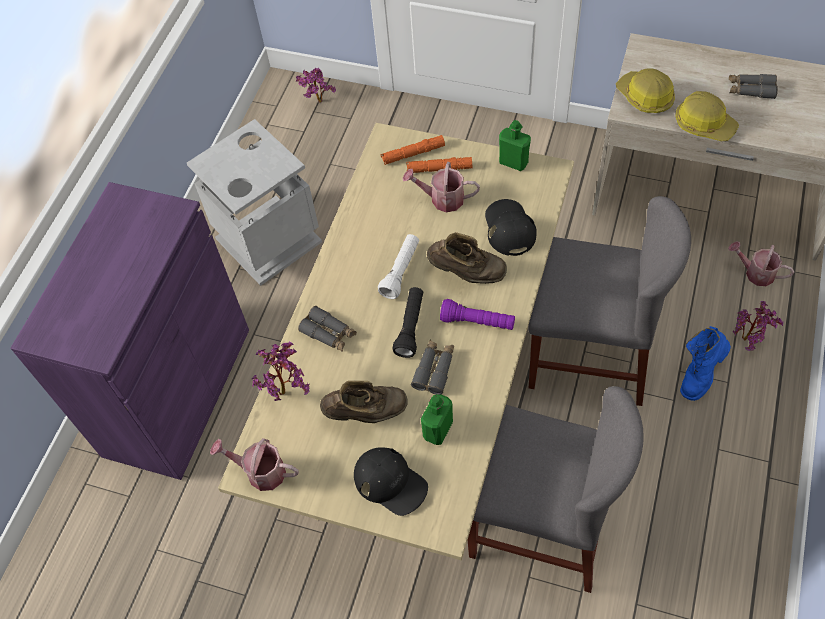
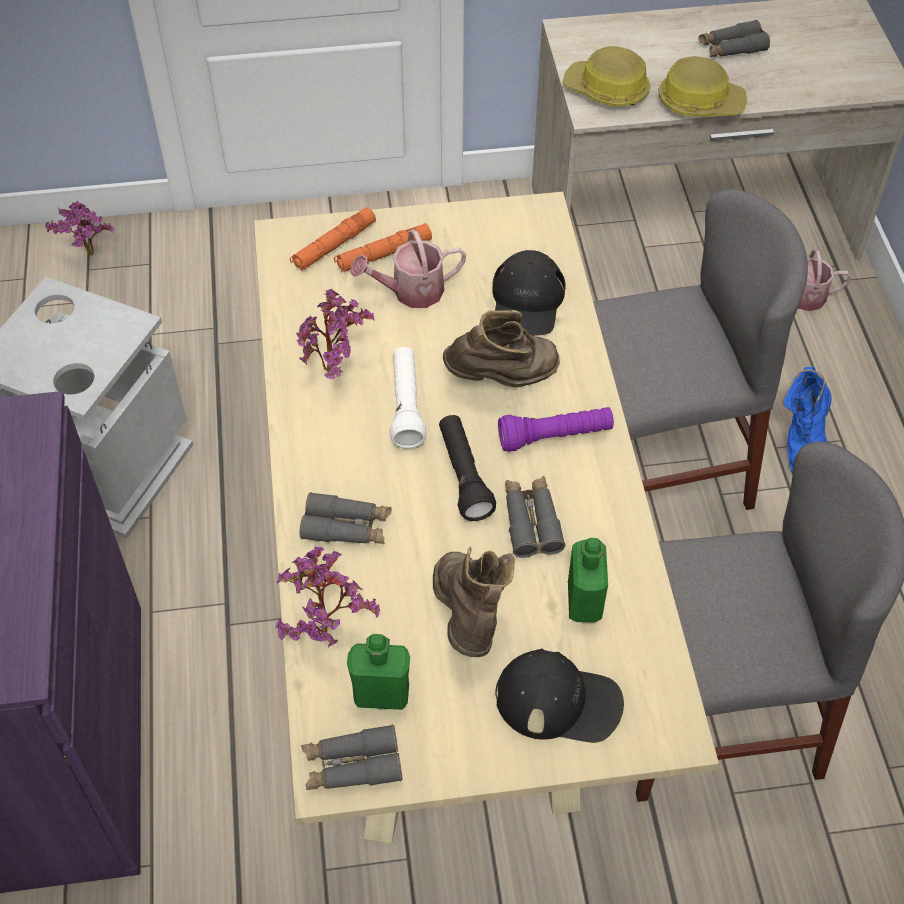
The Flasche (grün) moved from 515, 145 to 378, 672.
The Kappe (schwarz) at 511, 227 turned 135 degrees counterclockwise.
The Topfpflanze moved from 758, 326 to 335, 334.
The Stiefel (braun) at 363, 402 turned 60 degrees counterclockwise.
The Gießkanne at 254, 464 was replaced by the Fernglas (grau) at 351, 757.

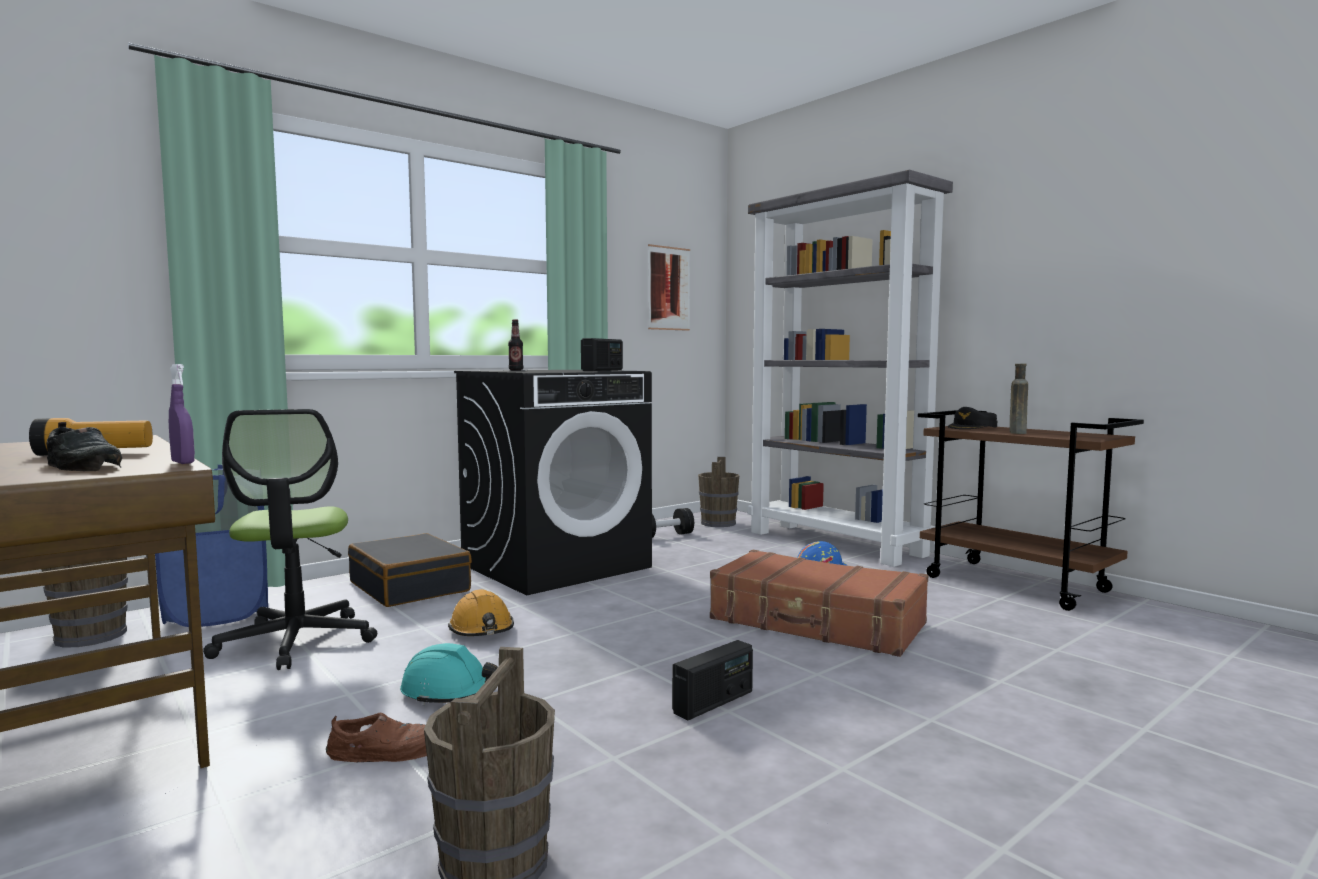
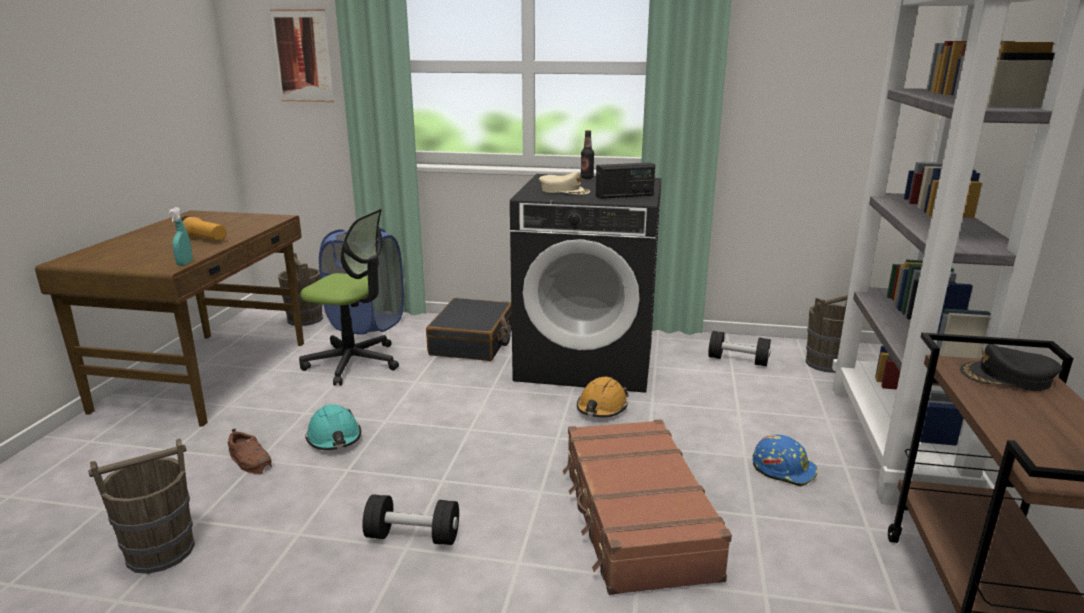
The Bild moved from 669, 287 to 302, 55.
The Sprühflasche (lila) at 182, 414 became the Sprühflasche (türkis) at 181, 236.
The Flasche (braun) at 1019, 399 disappeared.
The Bürostuhl at 290, 539 turned 105 degrees counterclockwise.
The Schuh (schwarz) at 84, 446 disappeared.
The Schutzhelm (orange) moved from 481, 612 to 603, 397.
The Radio at 712, 680 was replaced by the Hantel (schwarz) at 410, 519.
The Kappe (beige) at 564, 183 appeared.

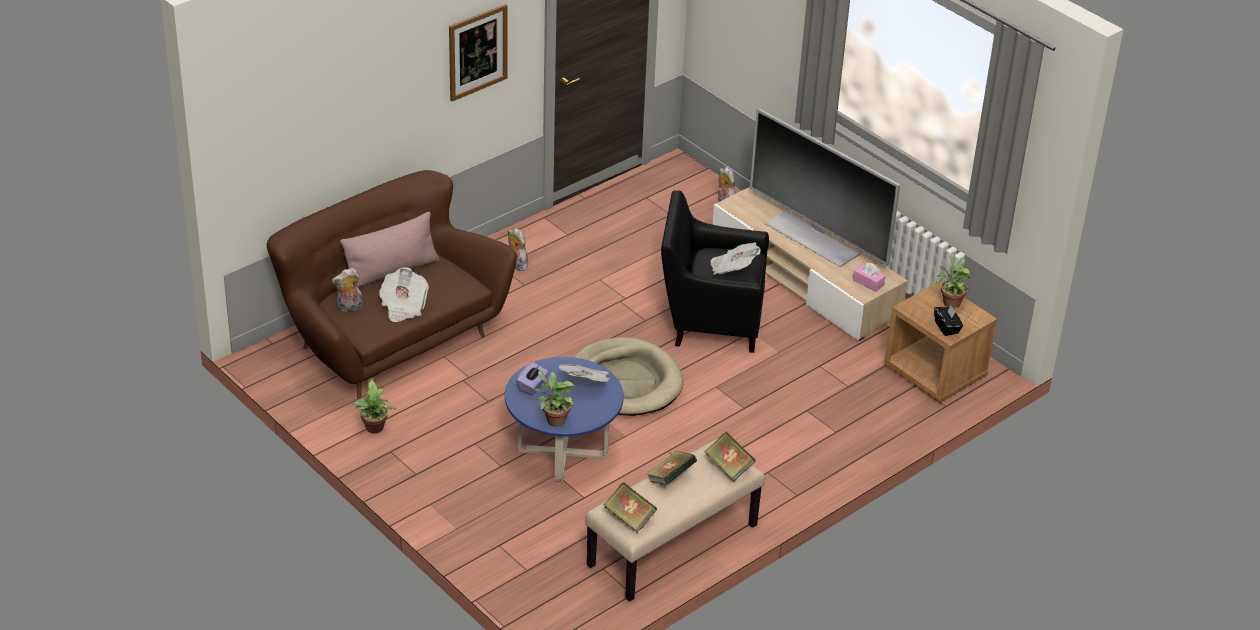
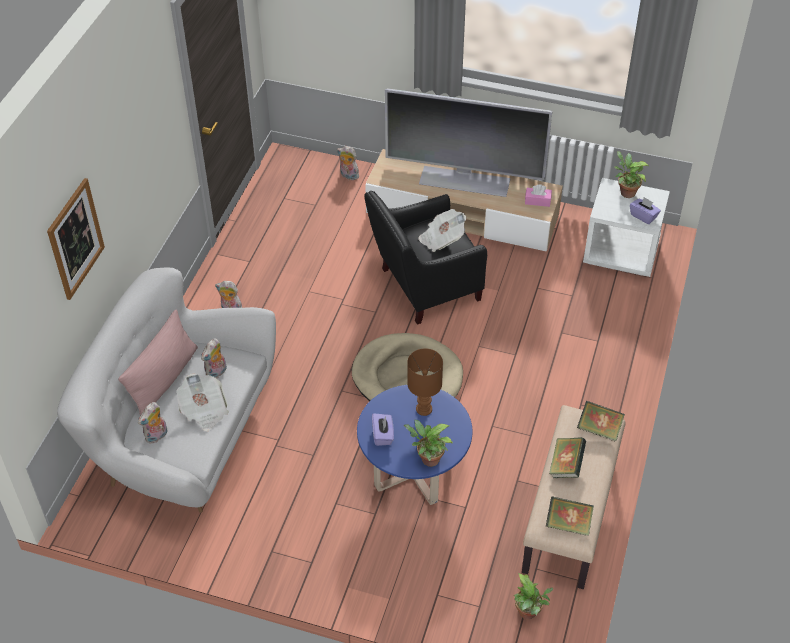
The Bild moved from 478, 53 to 76, 239.
The Sofa (braun) at 392, 284 became the Sofa (weiß) at 166, 390.
The Nachttisch (braun) at 940, 342 became the Nachttisch (weiß) at 626, 227.
The Taschentuchbox (schwarz) at 948, 320 became the Taschentuchbox (lila) at 645, 210.
The Zeitung at 584, 373 was replaced by the Tischlampe (braun) at 425, 382.
The Topfpflanze moved from 374, 406 to 533, 596.
The Plüschtier at 214, 358 appeared.

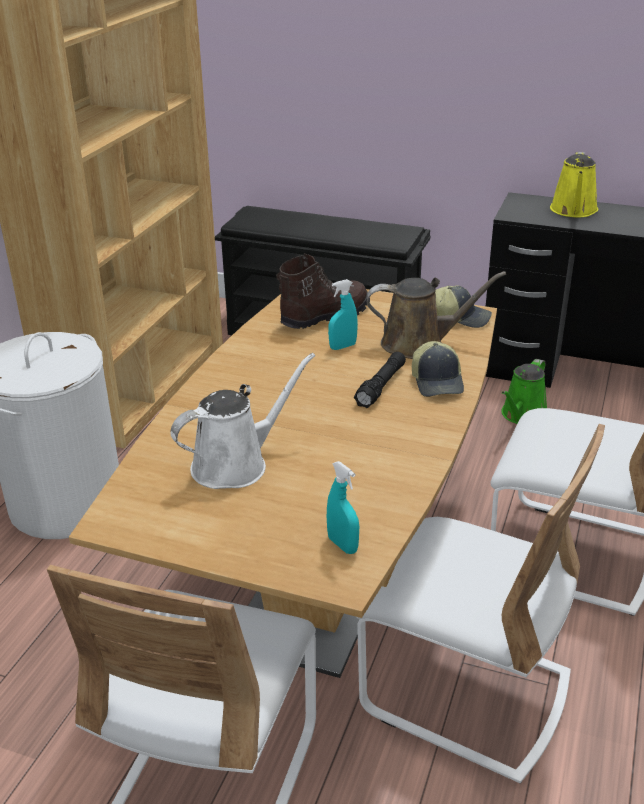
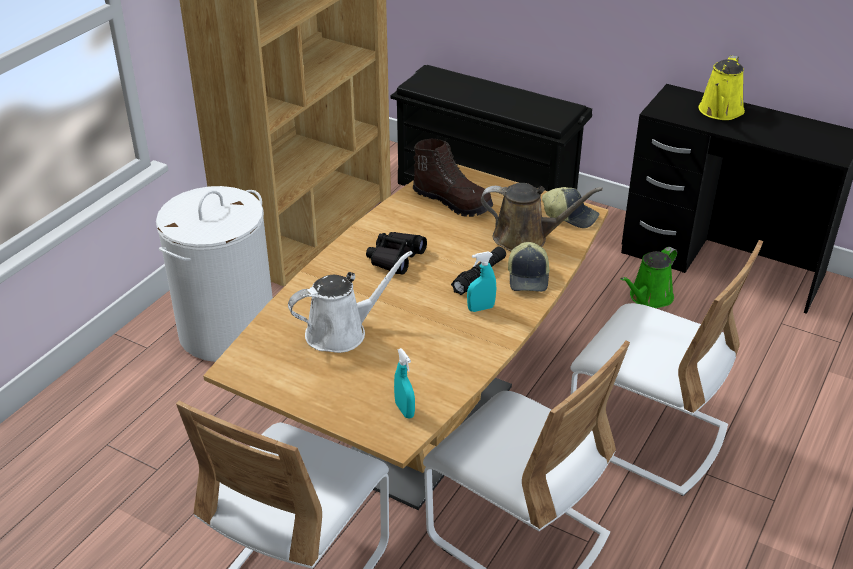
The Stiefel (braun) at 323, 291 turned 60 degrees clockwise.
The Sprühflasche (türkis) moved from 343, 314 to 481, 282.
The Fernglas (schwarz) at 396, 253 appeared.

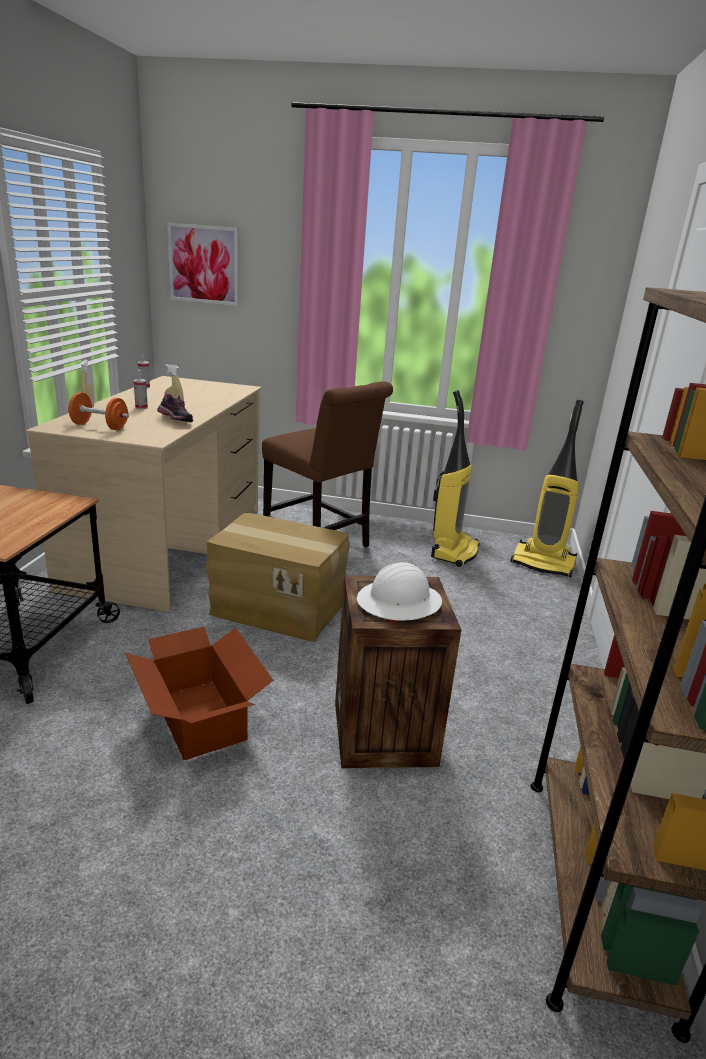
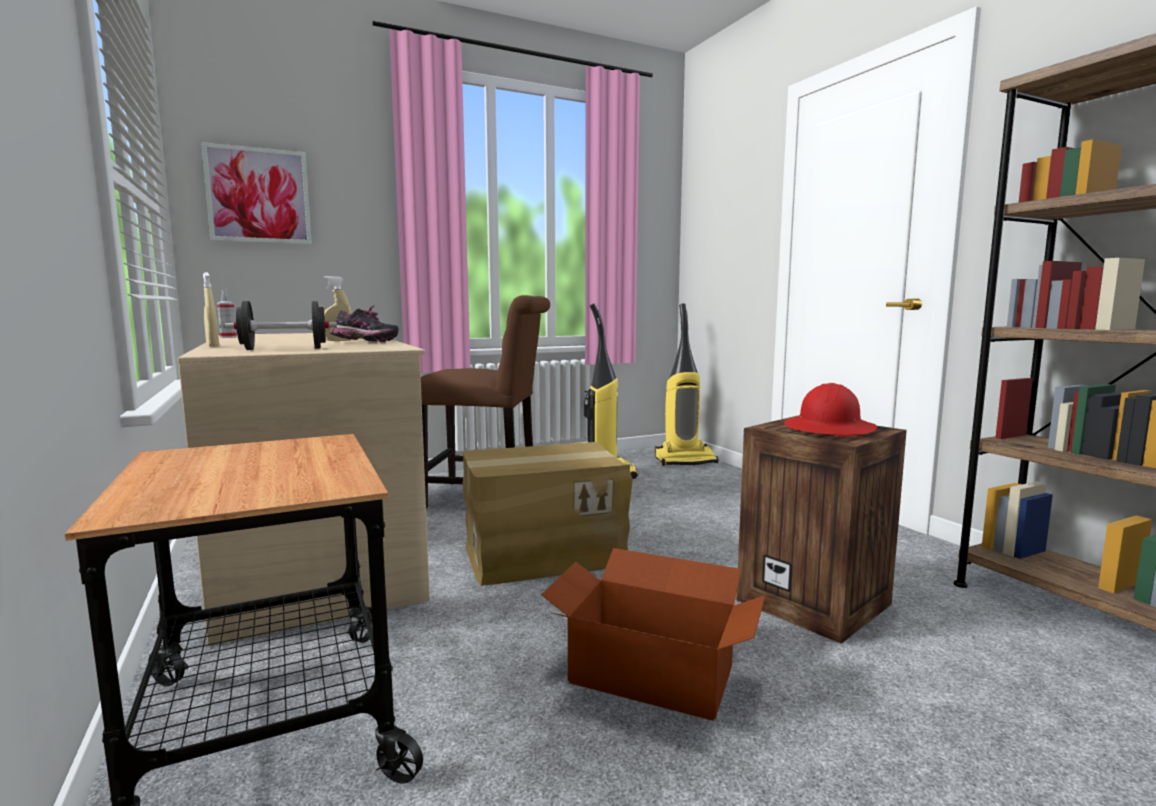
The Sprühflasche at 141, 389 disappeared.
The Hantel (orange) at 98, 411 became the Hantel (schwarz) at 281, 325.
The Schutzhelm (weiß) at 399, 591 became the Schutzhelm (rot) at 830, 409.

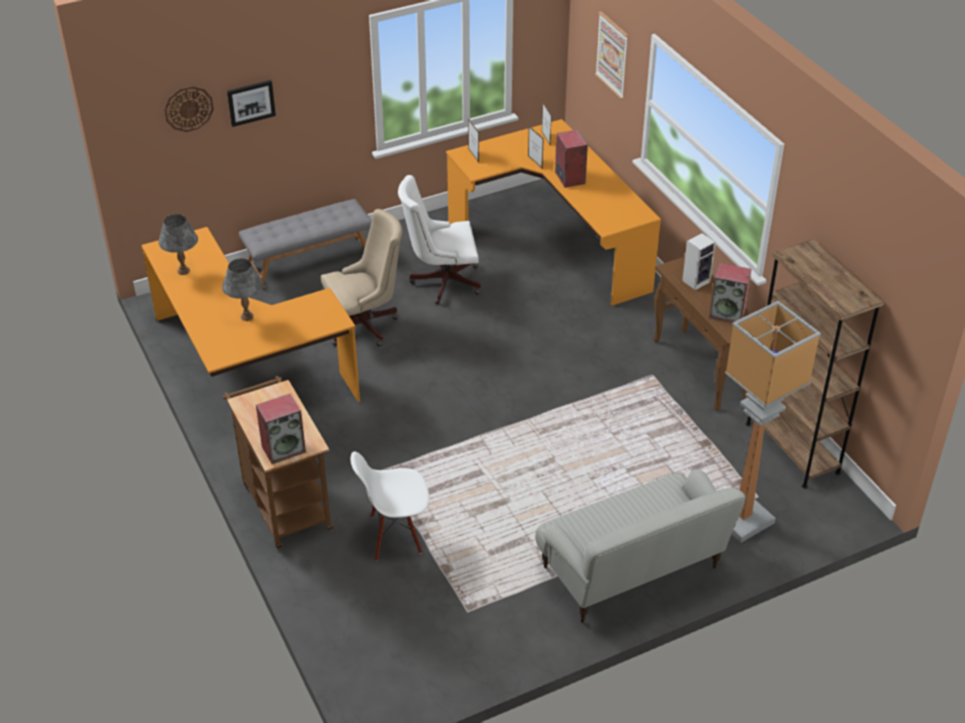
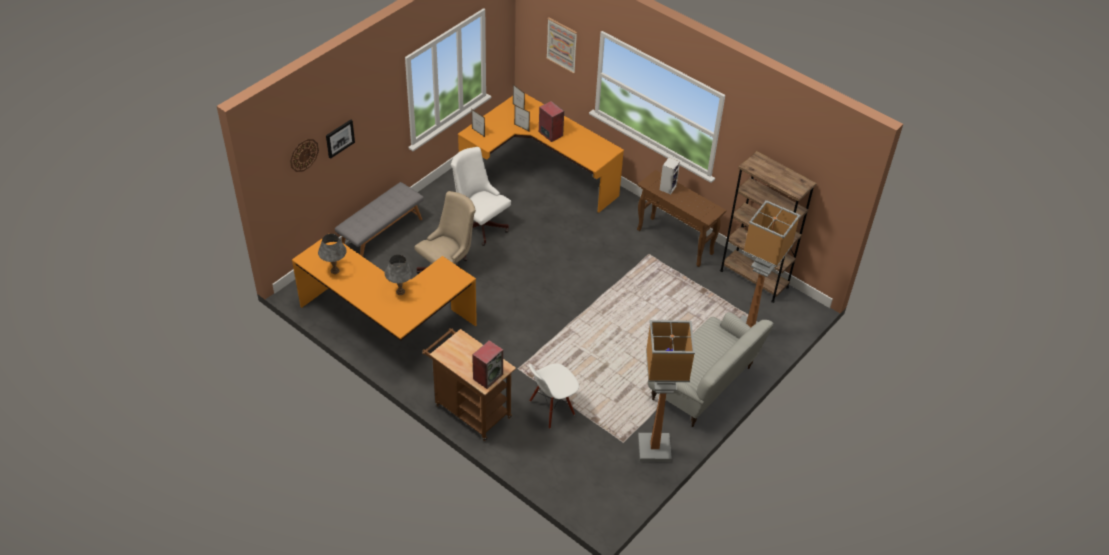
The Bürostuhl (weiß) at 439, 239 turned 75 degrees clockwise.
The Lautsprecher at 730, 293 disappeared.
The Stehlampe at 666, 391 appeared.

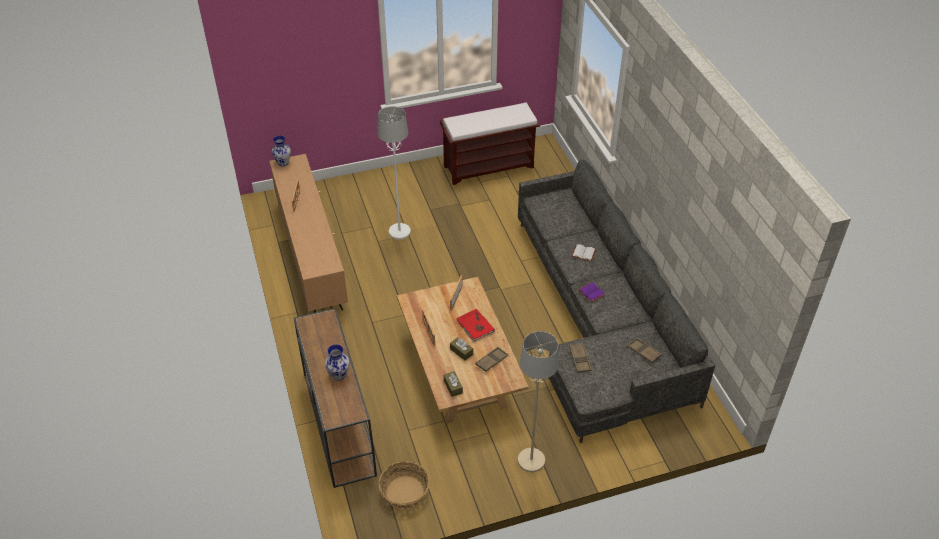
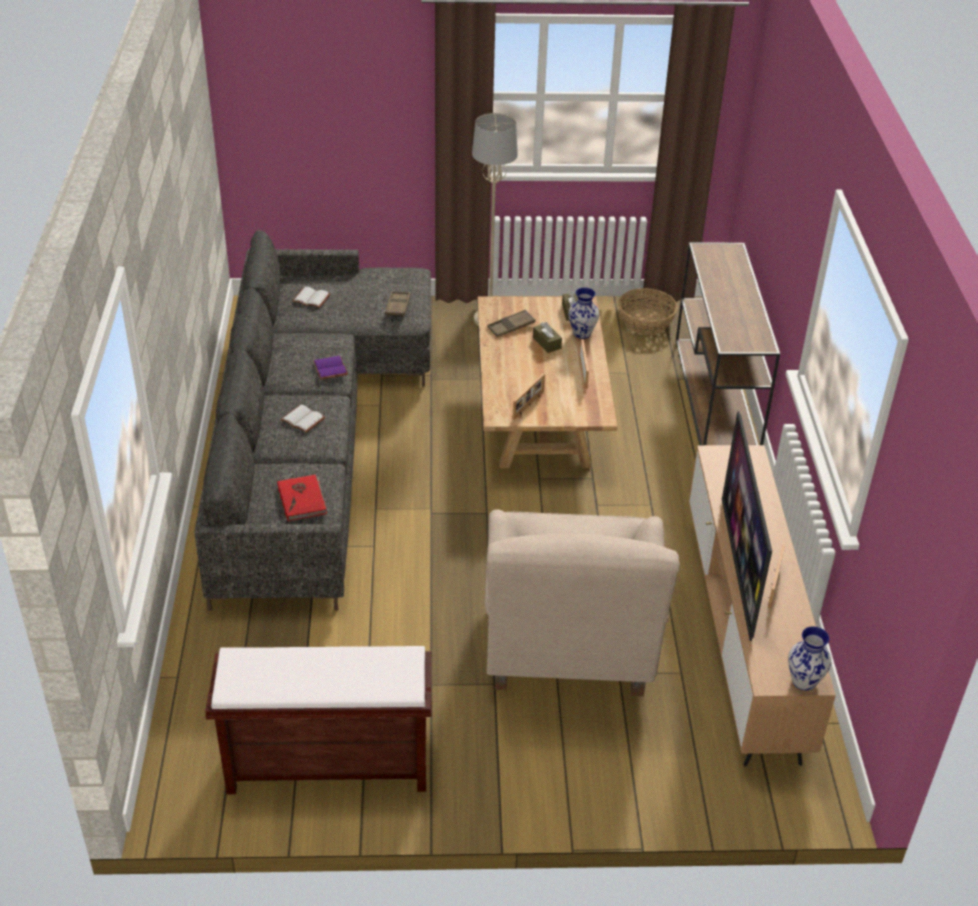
The Stehlampe (weiß) at 394, 173 was replaced by the Sessel (beige) at 582, 602.
The Buch (rot) moved from 476, 325 to 302, 497.
The Tablett (braun) at 644, 350 was replaced by the Buch (weiß) at 311, 297.
The Vase moved from 337, 362 to 583, 313.
The Fernseher at 747, 526 appeared.

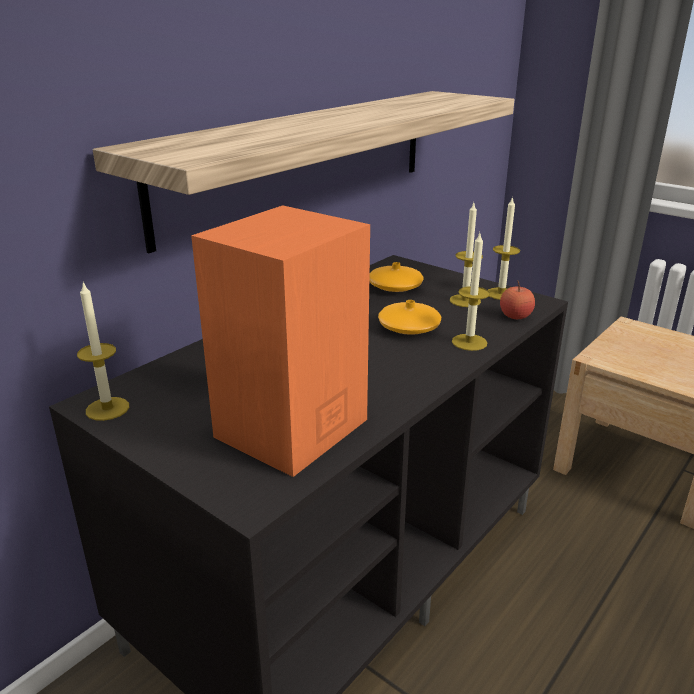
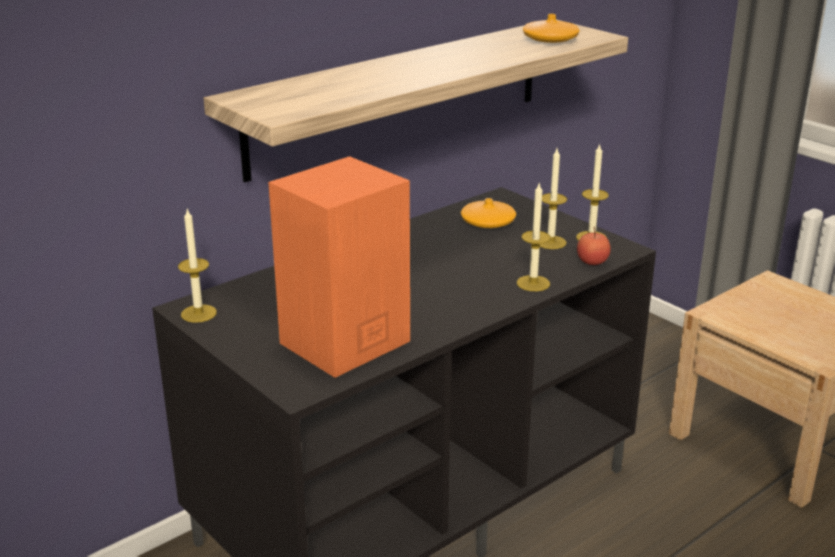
The Vase (orange) moved from 409, 317 to 551, 28.

